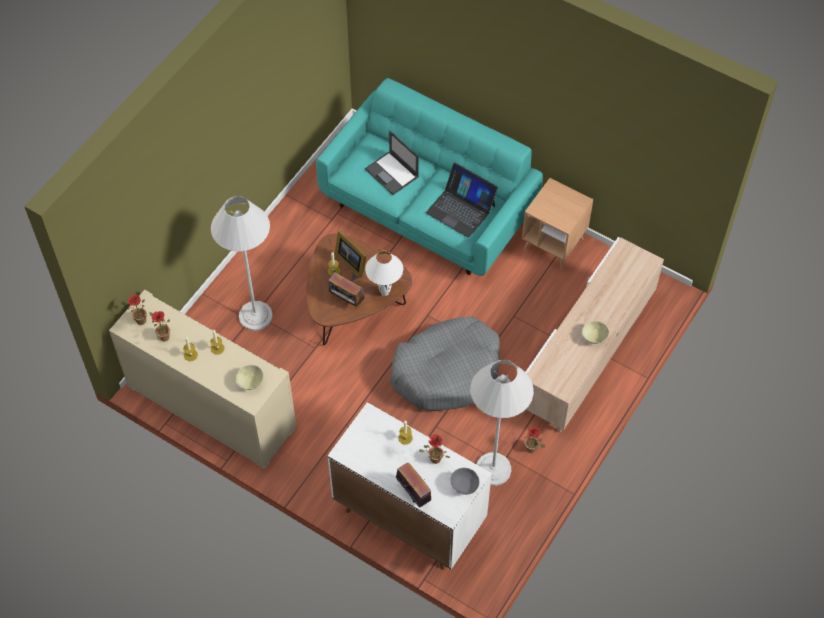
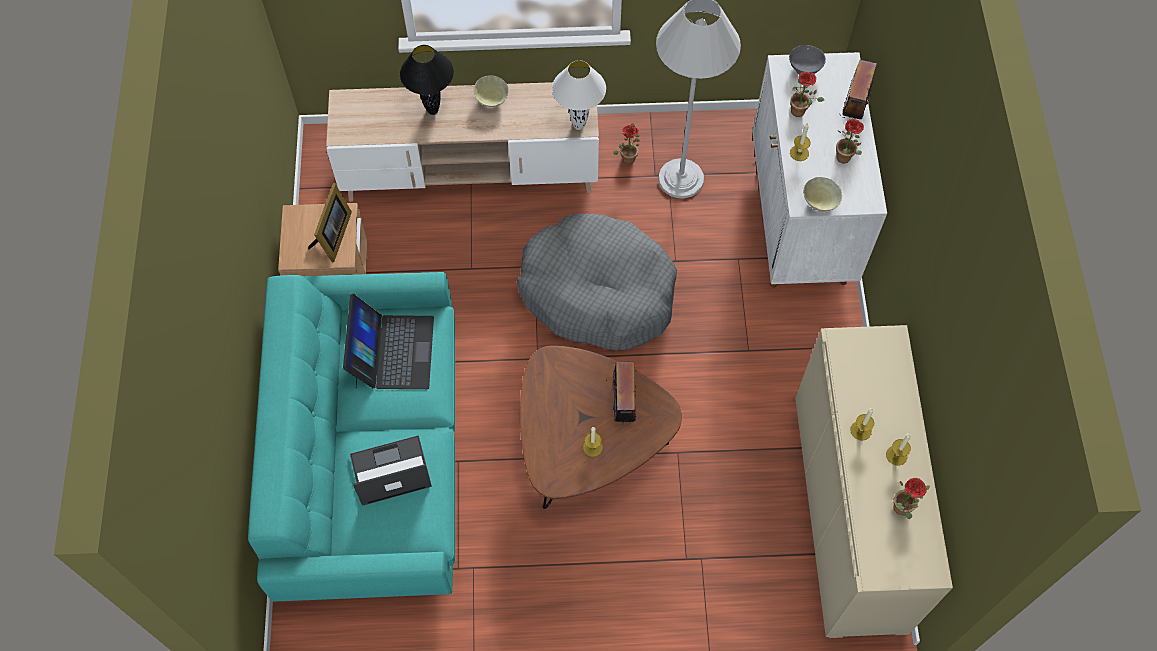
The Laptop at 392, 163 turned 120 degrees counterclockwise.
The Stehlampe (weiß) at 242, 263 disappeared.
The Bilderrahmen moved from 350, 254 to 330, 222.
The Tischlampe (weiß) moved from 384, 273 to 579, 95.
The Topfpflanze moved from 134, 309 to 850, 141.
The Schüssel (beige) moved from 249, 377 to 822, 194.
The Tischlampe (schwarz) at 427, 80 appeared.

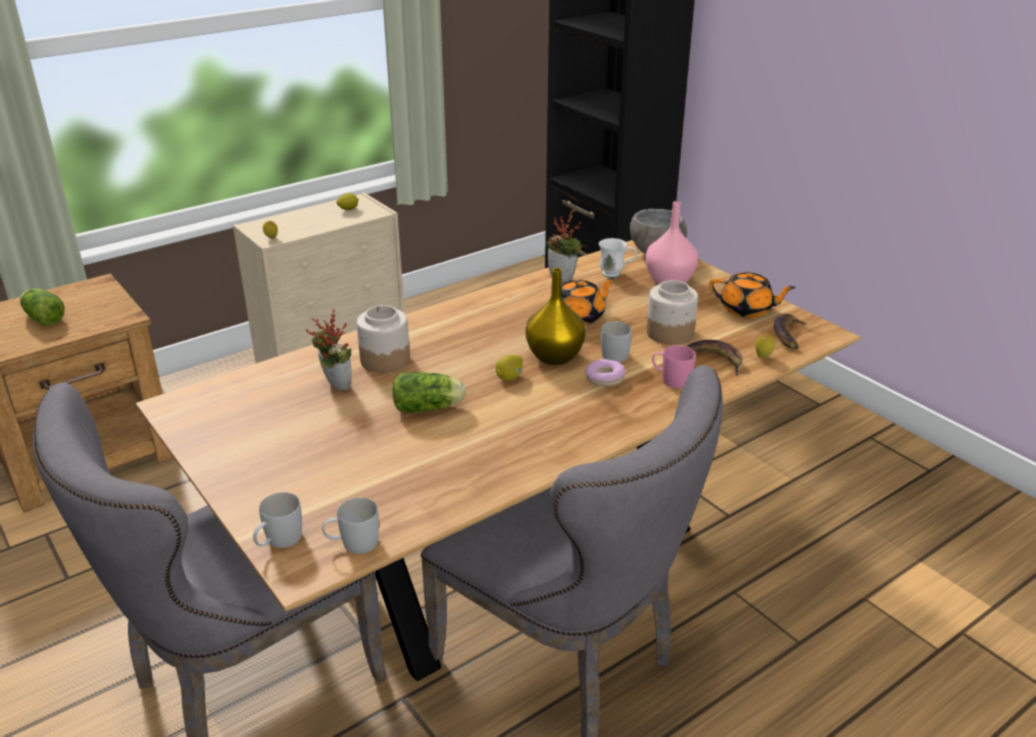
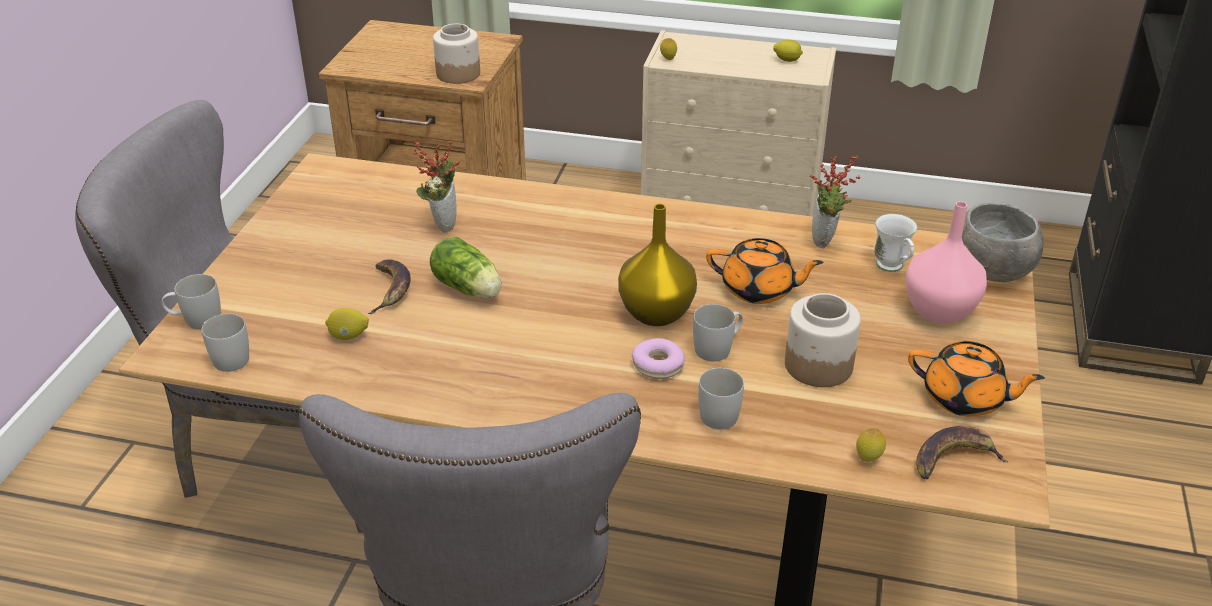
The Teekanne (orange) at 752, 295 turned 45 degrees counterclockwise.
The Salatkopf at 42, 307 disappeared.
The Vorratsglas moved from 383, 339 to 456, 54.
The Banane moved from 715, 357 to 389, 286.
The Henkelbecher (rosa) at 674, 367 became the Henkelbecher (weiß) at 721, 398.
The Zitrone moved from 509, 368 to 347, 324.

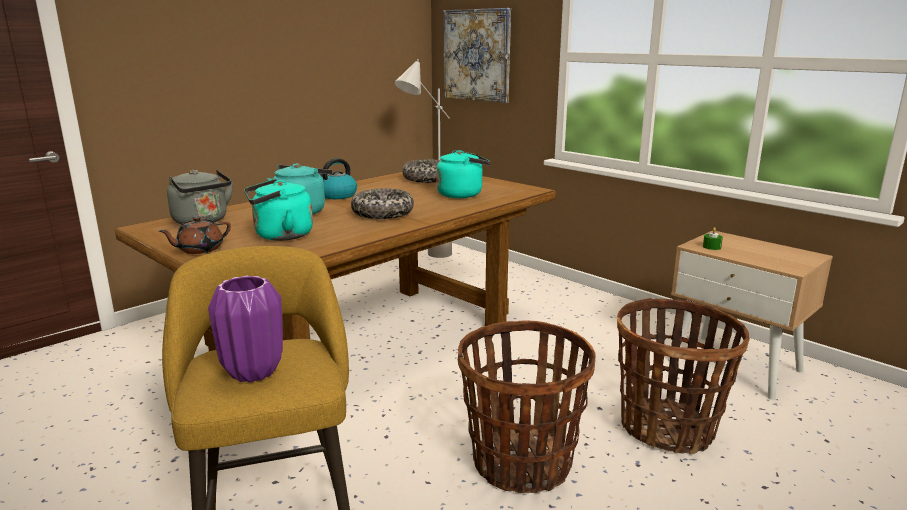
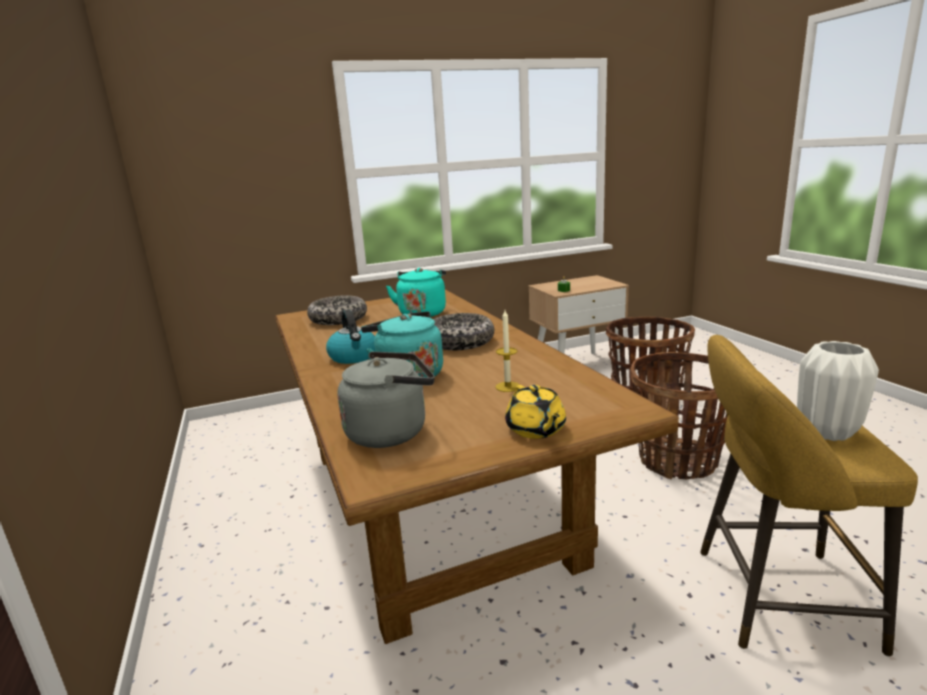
The Bild at 477, 55 disappeared.
The Stehlampe (grau) at 423, 158 disappeared.
The Wasserkessel (türkis) at 278, 210 was replaced by the Kerze at 507, 351.
The Teekanne (braun) at 195, 235 became the Teekanne (gelb) at 535, 412.
The Vase (lila) at 245, 329 became the Vase (weiß) at 838, 391.

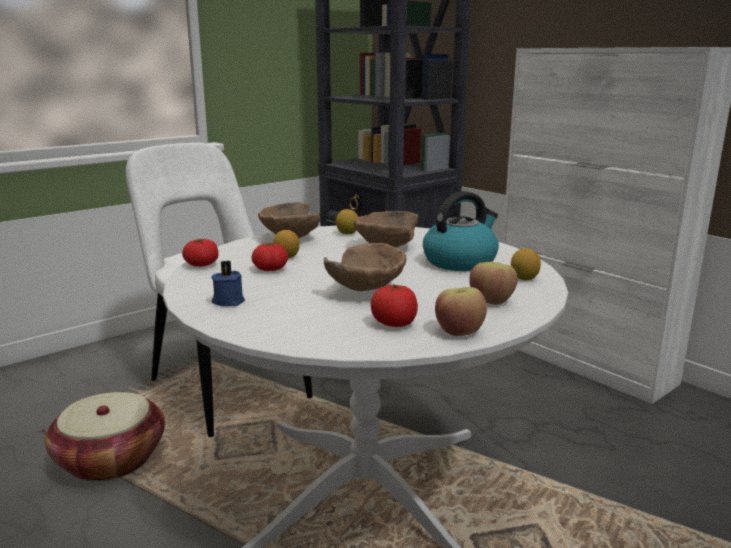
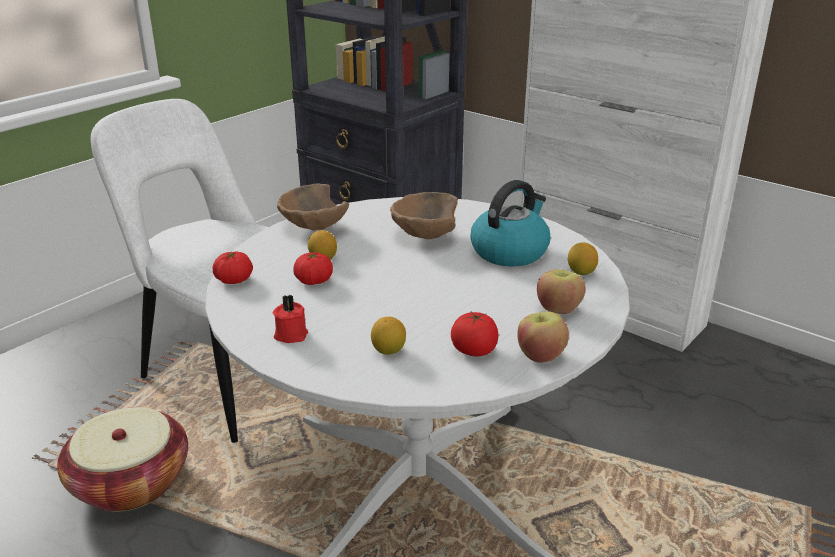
The Zitrone moved from 347, 221 to 388, 336.
The Schüssel (braun) at 365, 267 disappeared.
The Kerze (blau) at 228, 283 became the Kerze (rot) at 290, 318.

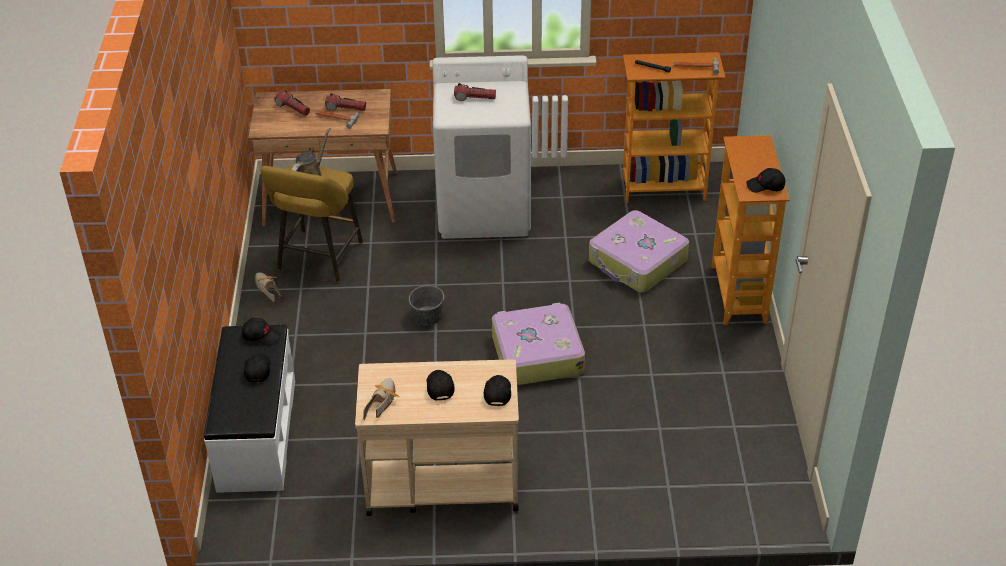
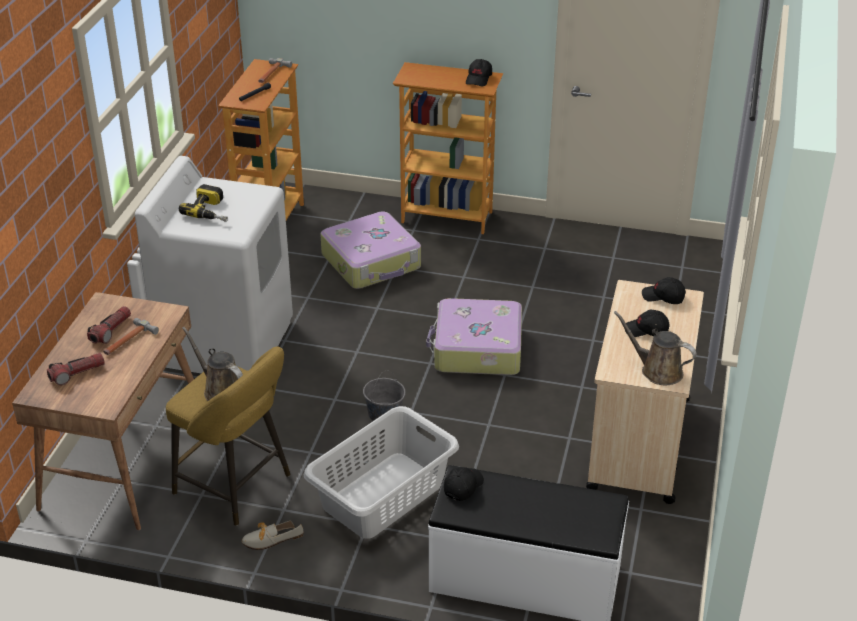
The Taschenlampe at 475, 92 was replaced by the Bohrmaschine at 203, 203.
The Kappe (schwarz) at 257, 368 disappeared.
The Schuh at 381, 399 was replaced by the Gießkanne (braun) at 655, 348.
The Wäschekorb (grau) at 381, 472 appeared.

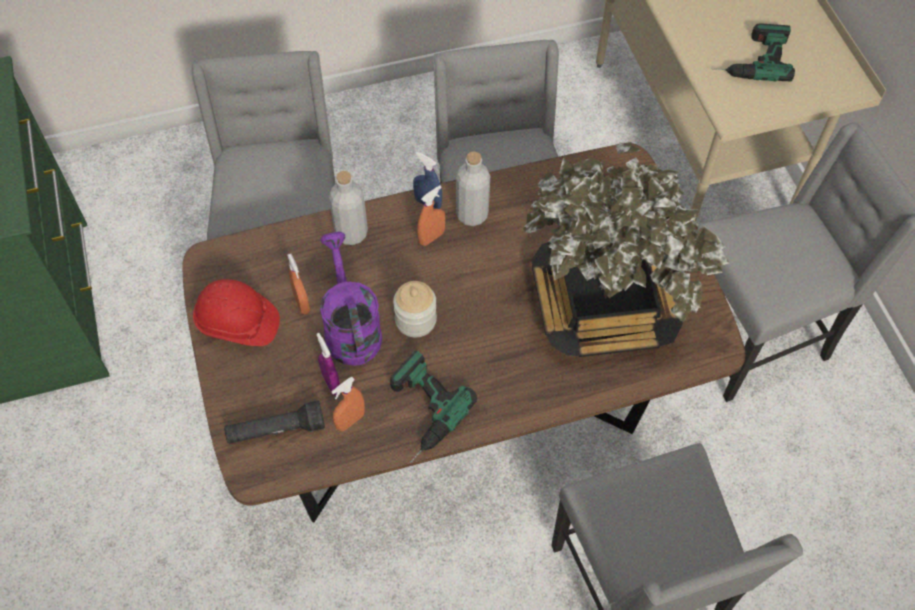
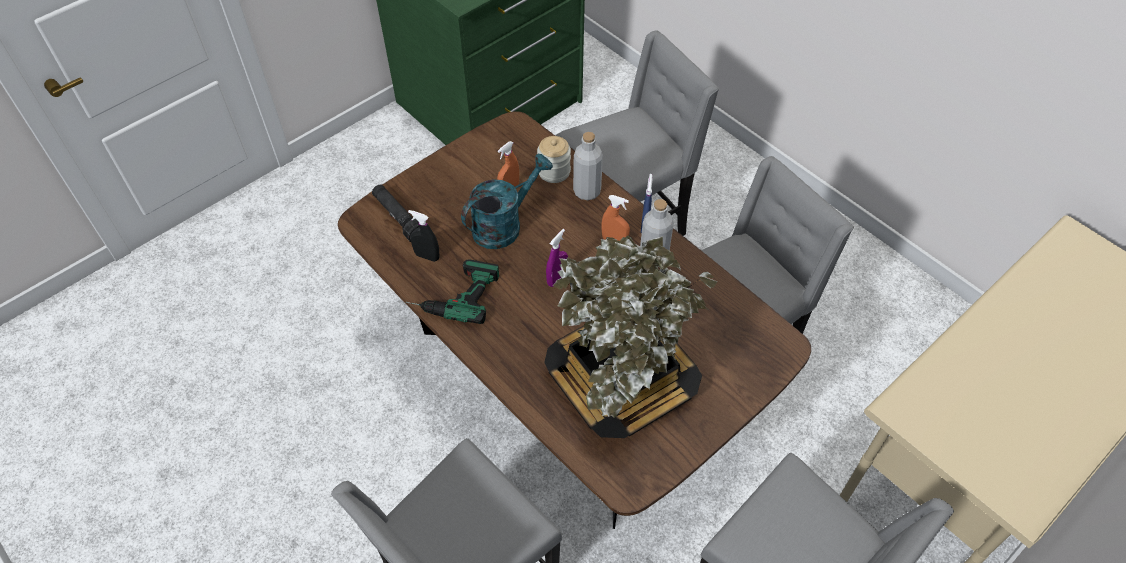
The Bohrmaschine at 753, 52 disappeared.
The Gießkanne (lila) at 351, 299 became the Gießkanne (türkis) at 507, 201.
The Schutzhelm (rot) at 236, 312 disappeared.
The Vorratsglas moved from 415, 309 to 554, 159.
The Sprühflasche (lila) moved from 328, 364 to 557, 258.
The Sprühflasche (orange) at 348, 404 became the Sprühflasche (schwarz) at 423, 236.

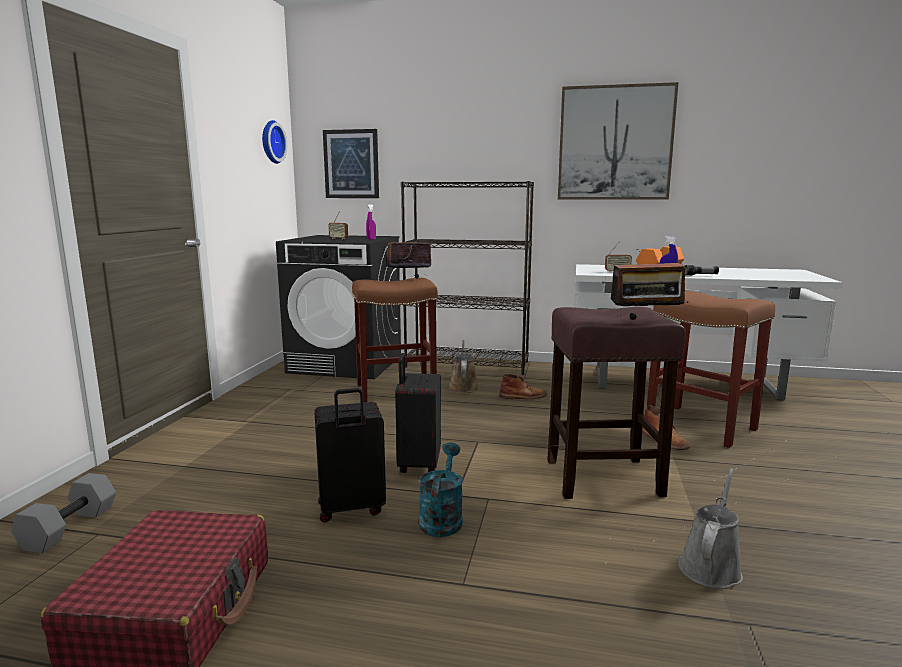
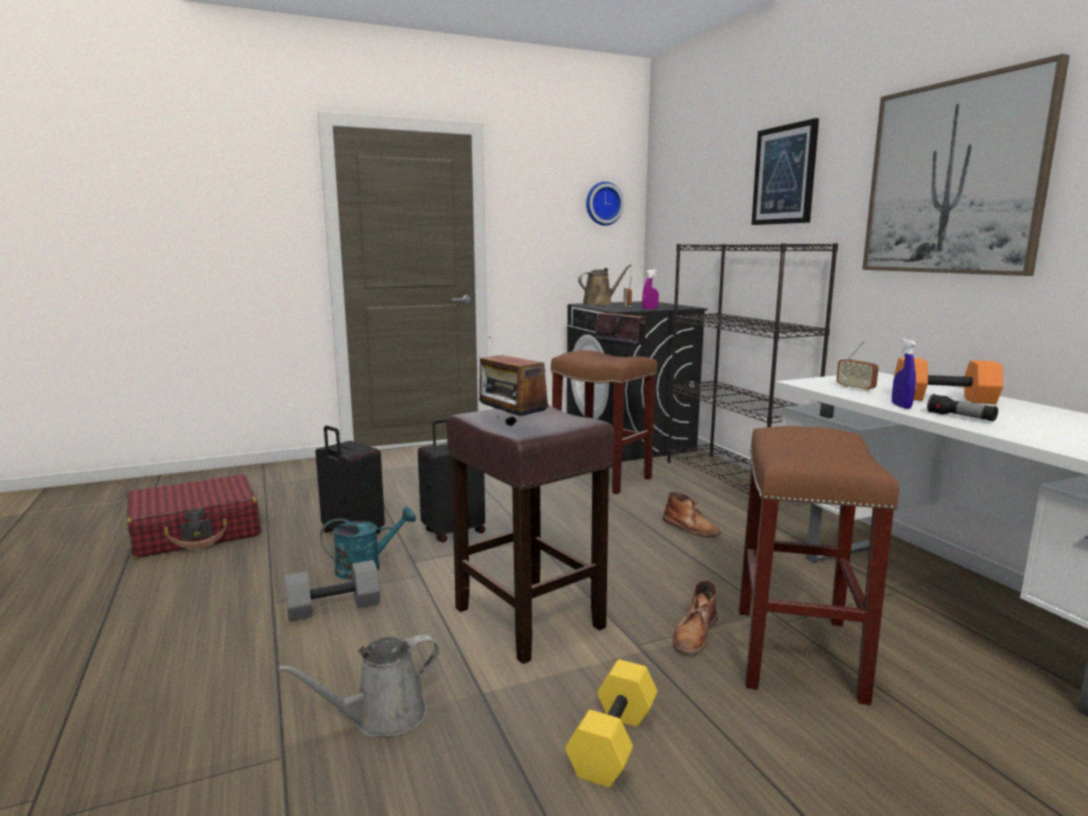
The Bild moved from 351, 163 to 785, 171.
The Gießkanne (braun) moved from 463, 366 to 605, 284.
The Gießkanne (grau) at 710, 528 turned 150 degrees clockwise.
The Hantel (grau) moved from 63, 513 to 332, 591.
The Hantel (gelb) at 611, 723 appeared.

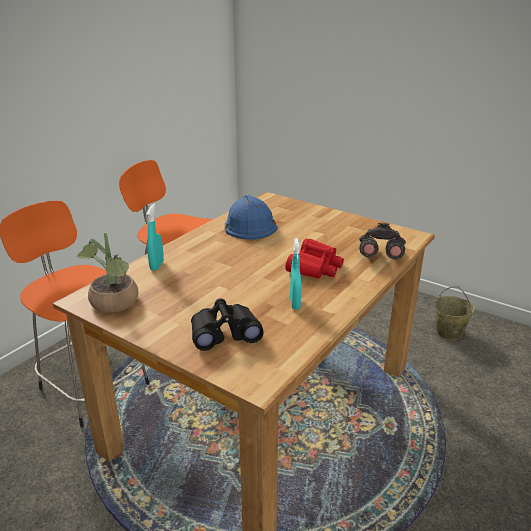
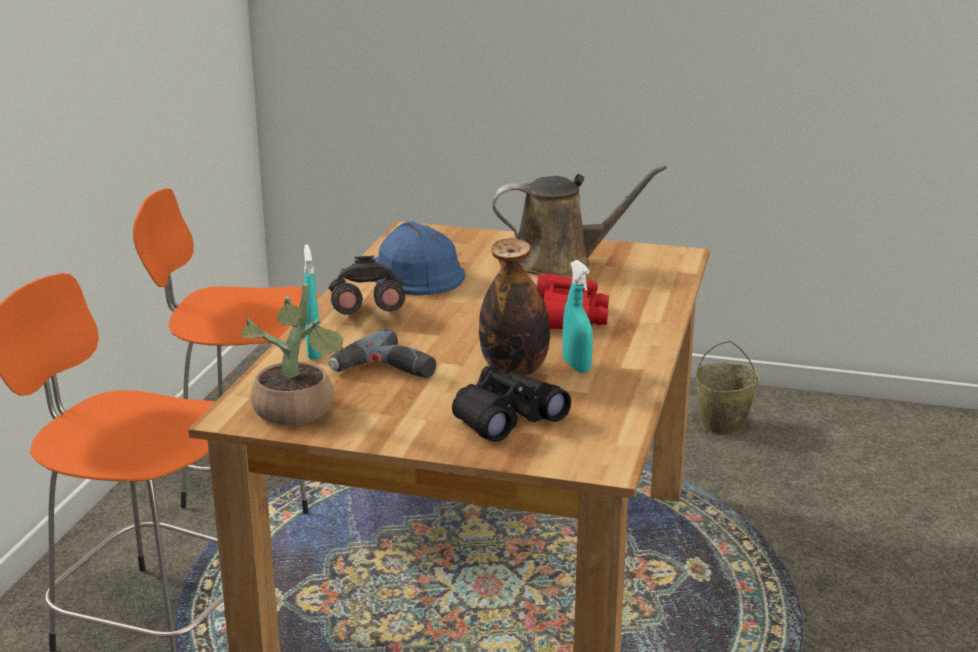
The Fernglas (grau) moved from 382, 241 to 366, 285.
The Gießkanne (braun) at 580, 221 appeared.
The Flasche at 514, 307 appeared.
The Bohrmaschine at 382, 353 appeared.

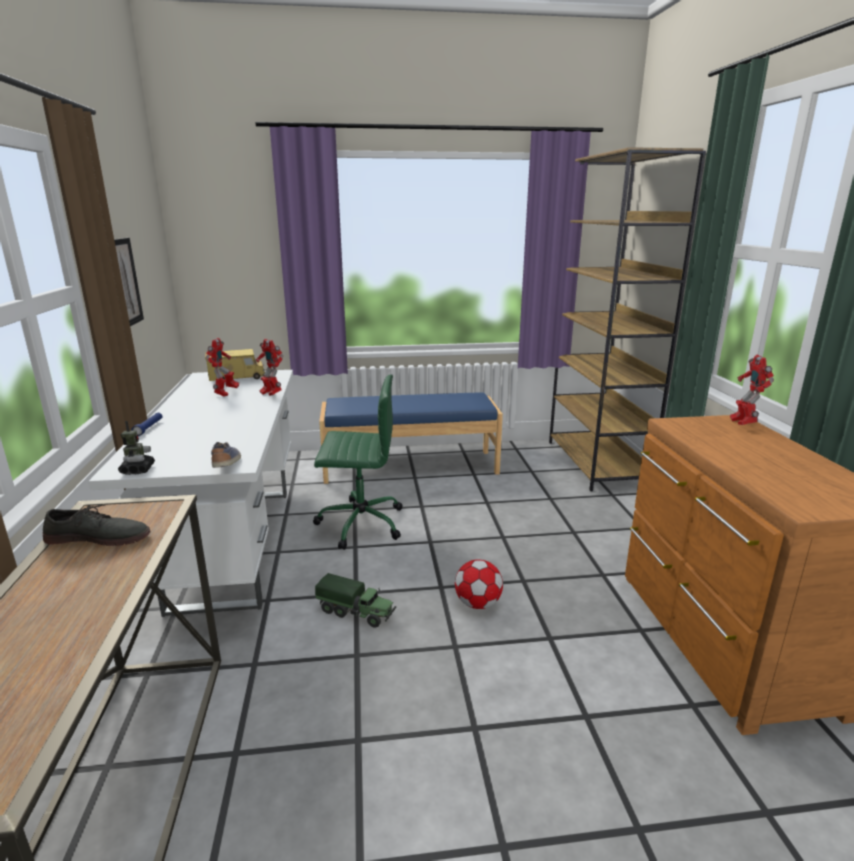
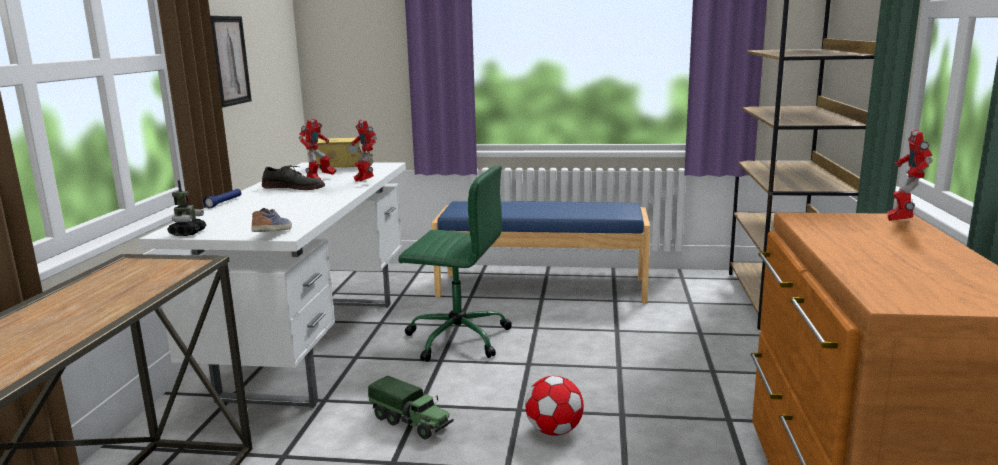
The Schuh (grau) moved from 97, 525 to 293, 177.

